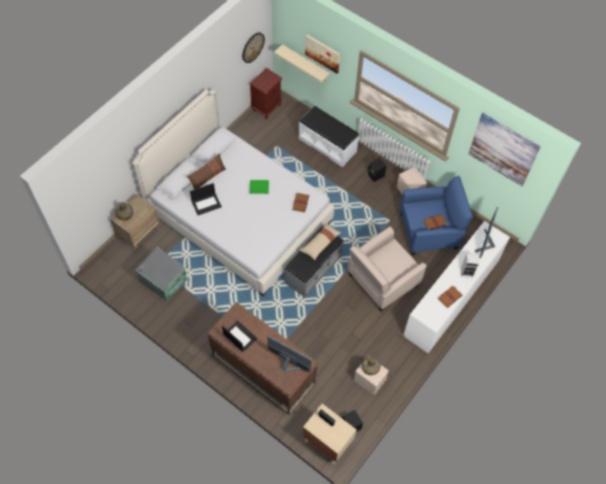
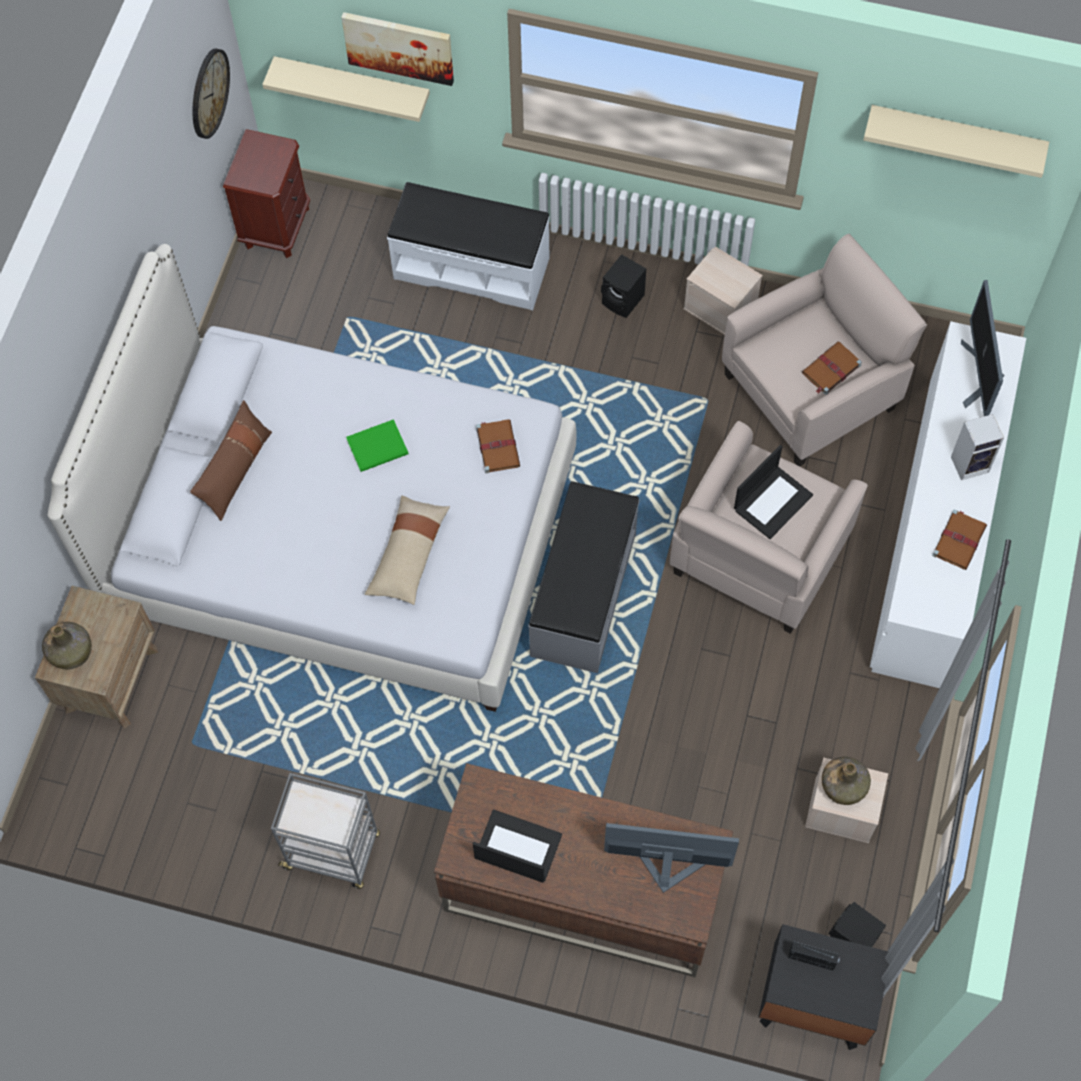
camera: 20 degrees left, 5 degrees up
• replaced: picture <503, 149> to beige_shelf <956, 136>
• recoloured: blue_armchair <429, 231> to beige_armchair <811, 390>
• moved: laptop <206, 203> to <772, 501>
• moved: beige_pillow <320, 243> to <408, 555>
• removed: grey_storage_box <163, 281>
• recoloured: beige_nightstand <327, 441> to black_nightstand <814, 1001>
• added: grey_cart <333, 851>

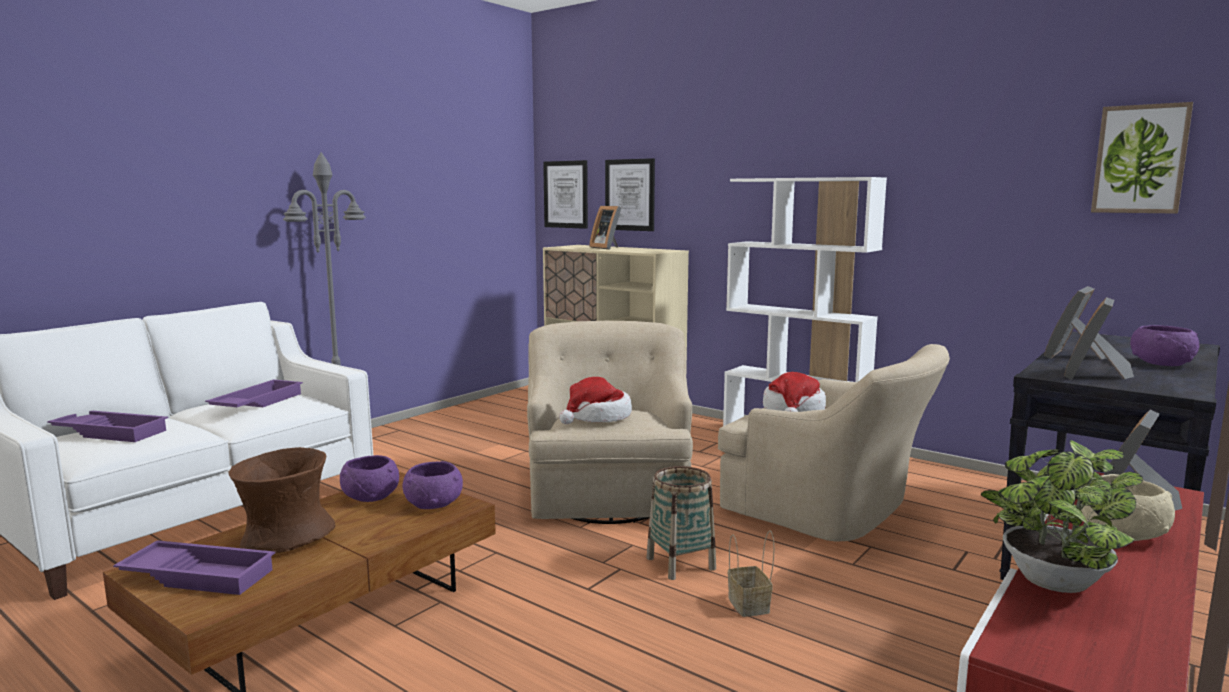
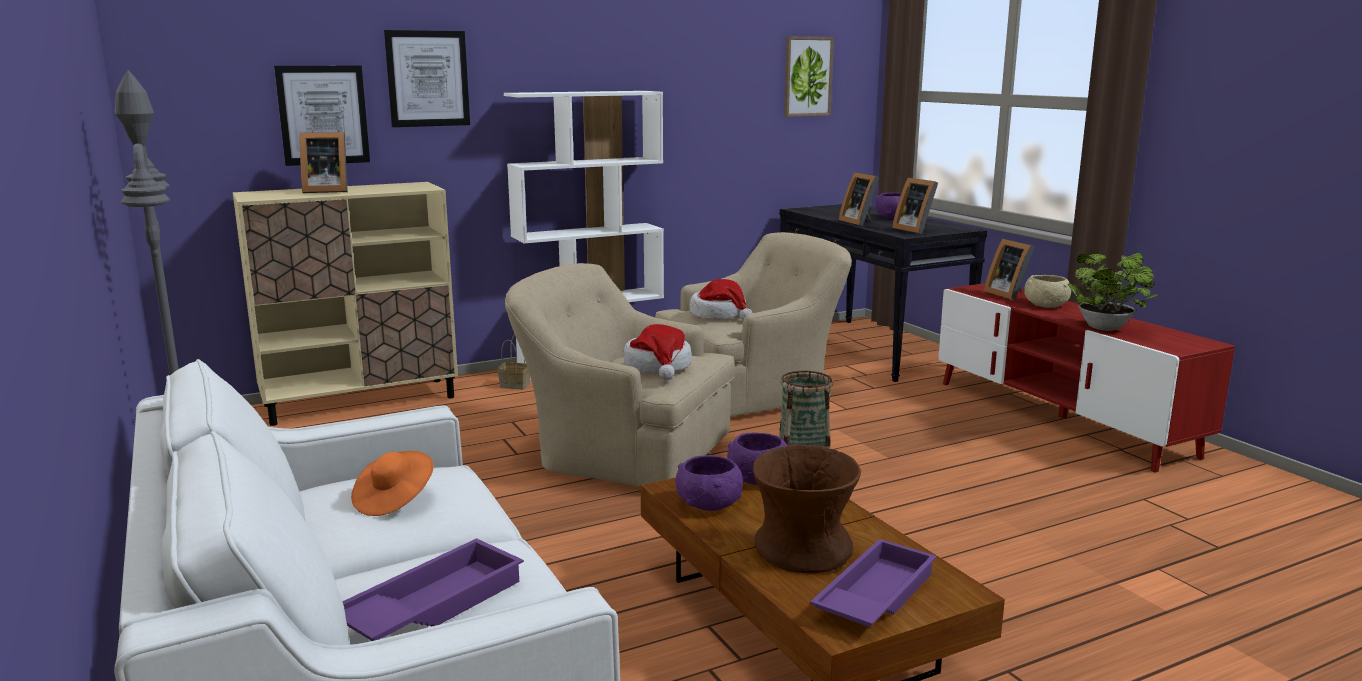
camera: 65 degrees left, 5 degrees up
• moved: picture <566, 194> to <427, 78>
• replaced: purple_tray <257, 402> to orange_hat <394, 500>
• moved: basket <750, 605> to <516, 385>

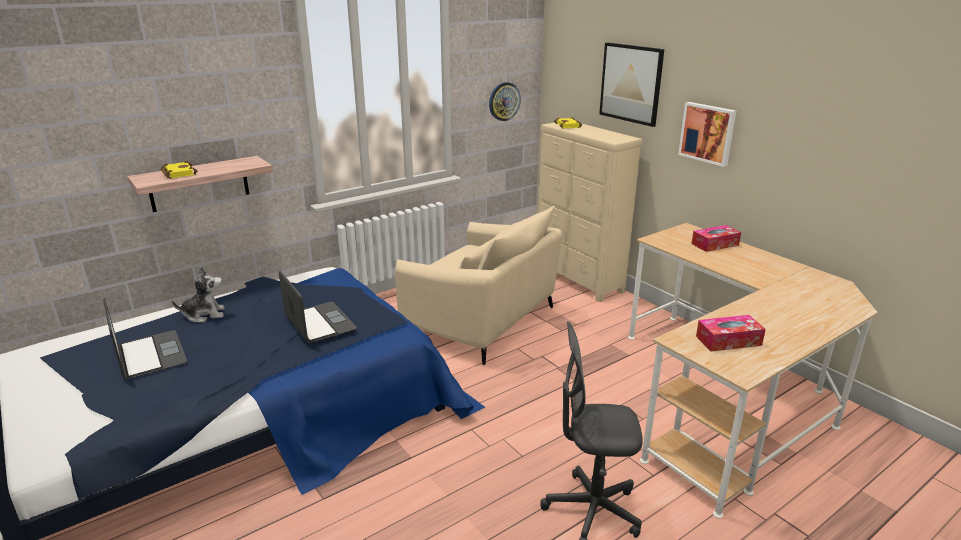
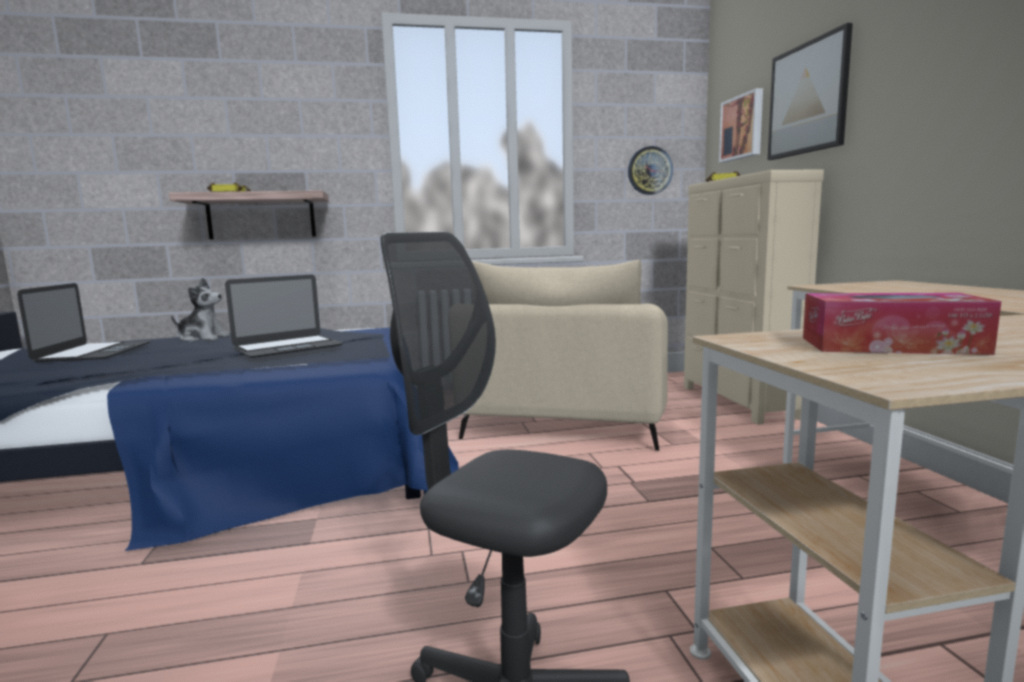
camera: 25 degrees right, 15 degrees down
• moved: picture <708, 133> to <743, 127>
• turned: beige_armchair <481, 321> = <564, 422> 45 degrees clockwise
• removed: tissue_box <715, 244>
• turned: laptop <319, 322> = <288, 347> 60 degrees clockwise

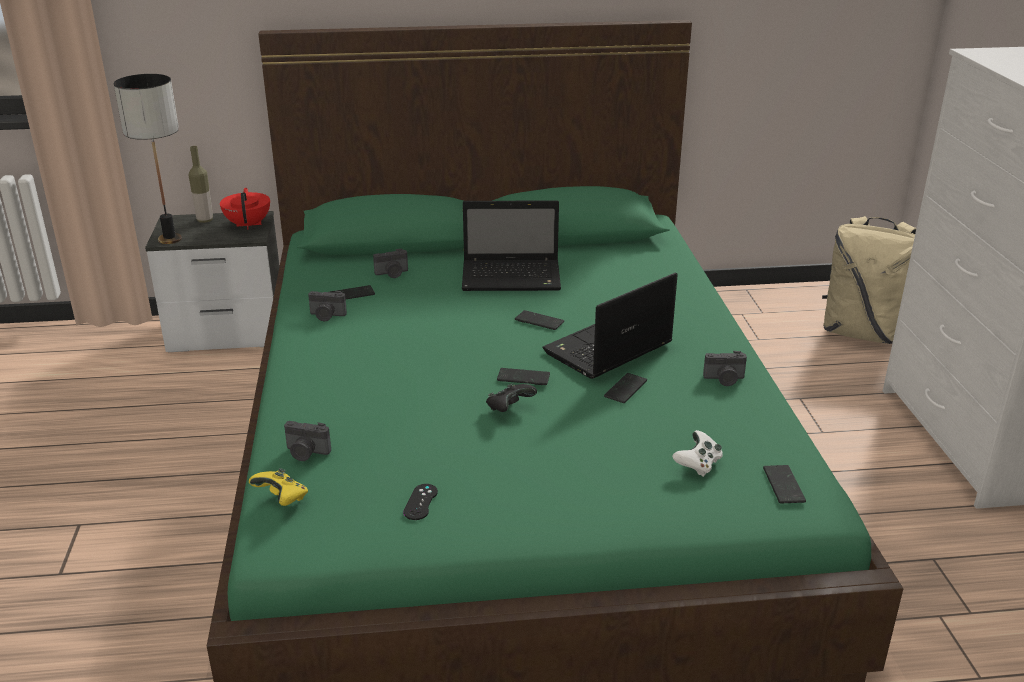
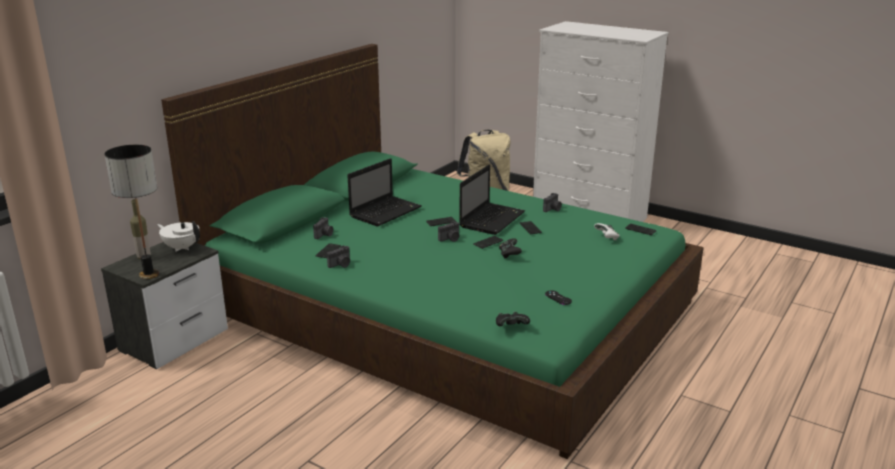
camera: 50 degrees left, 5 degrees down
• recoloured: red_teapot <248, 224> to white_teapot <181, 247>
• turned: laptop <606, 350> = <492, 219> 150 degrees counterclockwise
• moved: photo_camera <306, 453> to <450, 239>
• recoloured: yellow_game_controller <282, 499> to black_game_controller <511, 327>

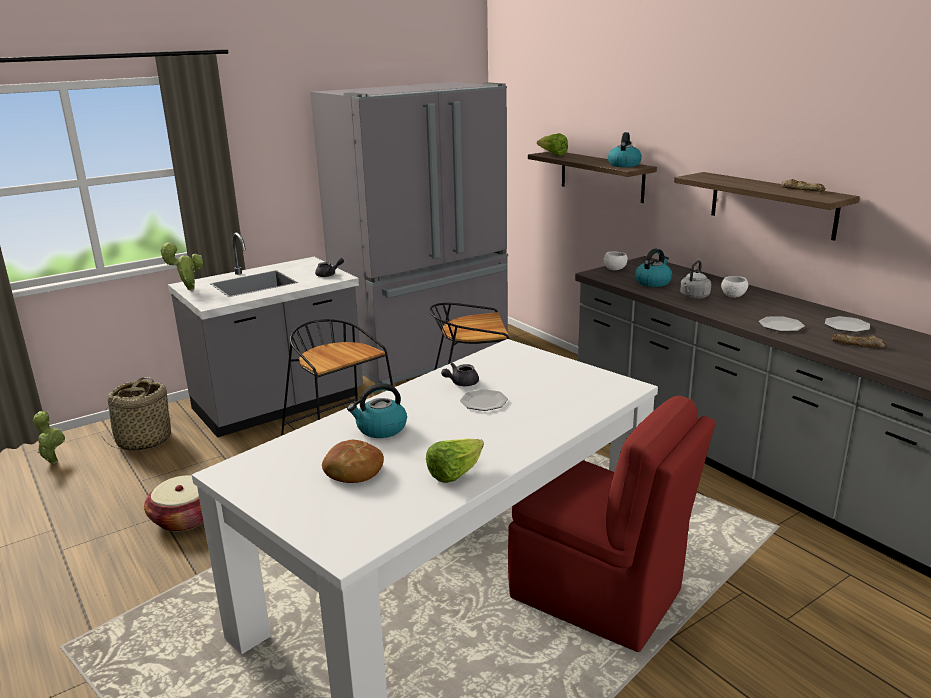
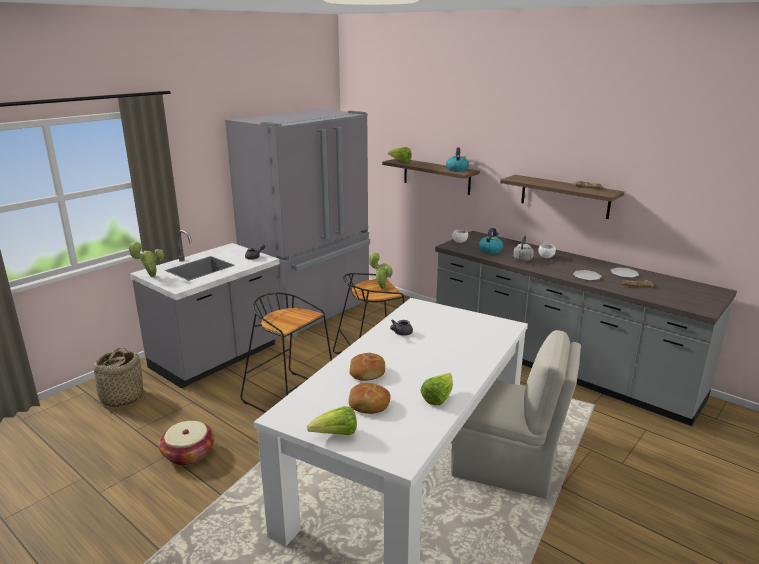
camera: 15 degrees left, 0 degrees up
• replaced: kettle <381, 429> to bread <367, 372>
• removed: plate <483, 402>
• recoloured: red_chair <599, 596> to beige_chair <507, 466>
• moved: potted_plant <53, 461> to <381, 288>
• added: lettuce <336, 435>

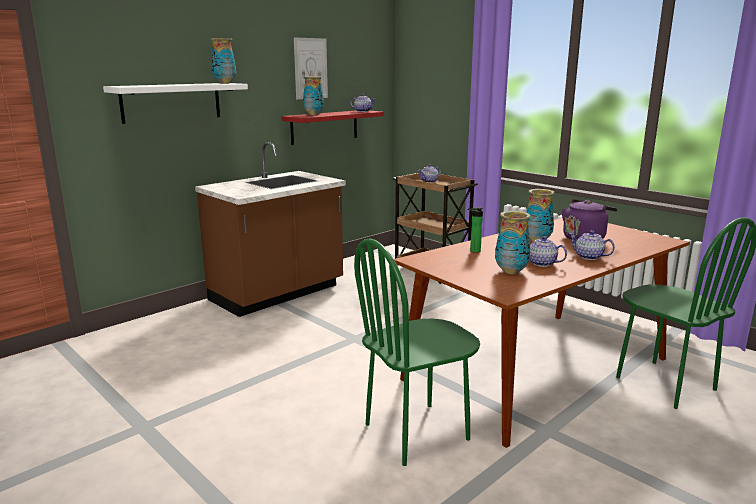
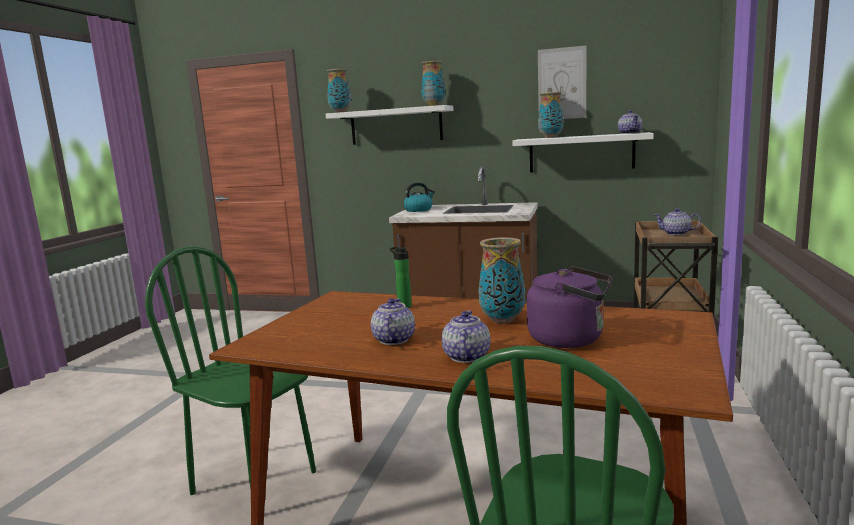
camera: 60 degrees right, 5 degrees down
• recoloured: red_shelf <324, 127> to white_shelf <581, 153>
• moved: vase <511, 271> to <340, 112>
• added: kettle <419, 210>

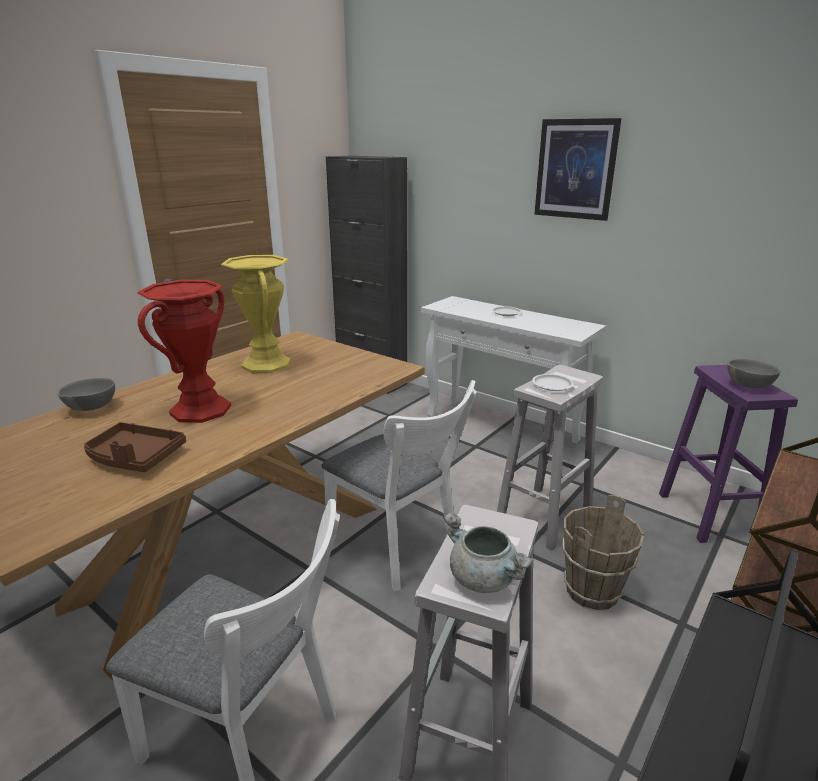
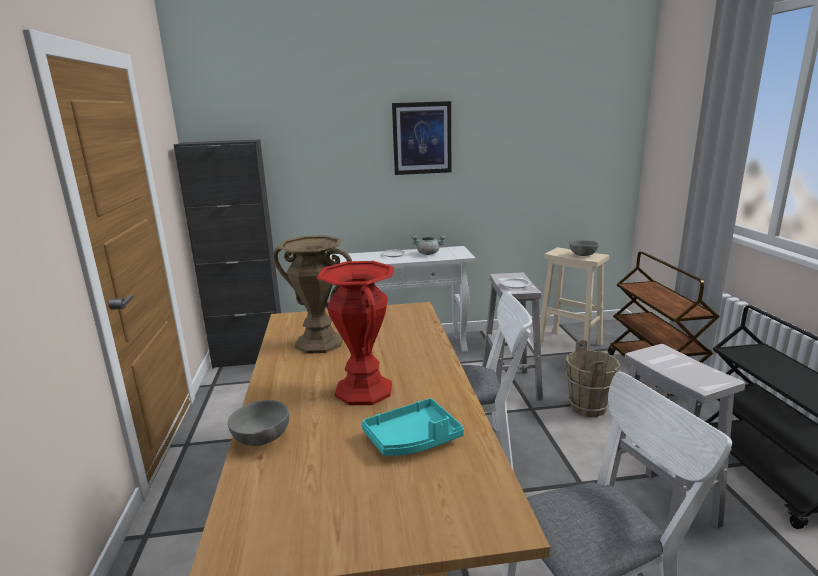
camera: 45 degrees left, 5 degrees down
• recoloured: yellow_vase <266, 364> to brown_vase <319, 343>
• recoloured: purple_stool <709, 516> to beige_stool <570, 345>
• recoloured: brown_tray <135, 457> to turquoise_tray <413, 439>
• moved: grey_cooking_pot <484, 579> to <428, 253>

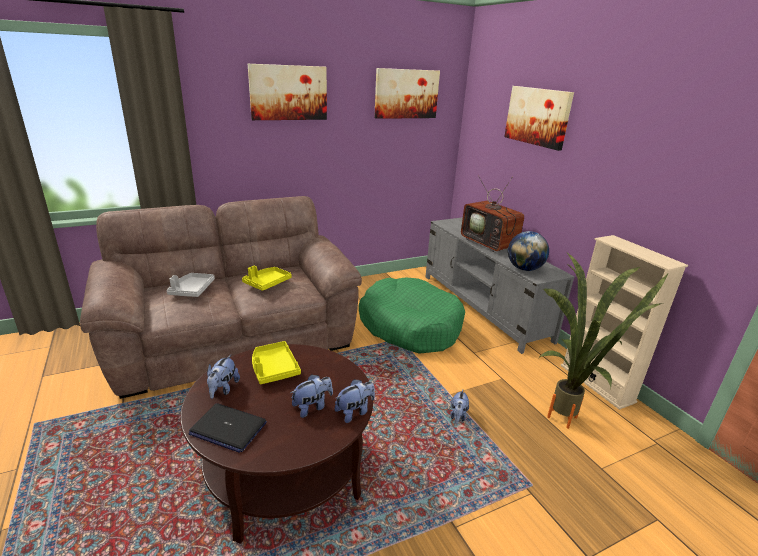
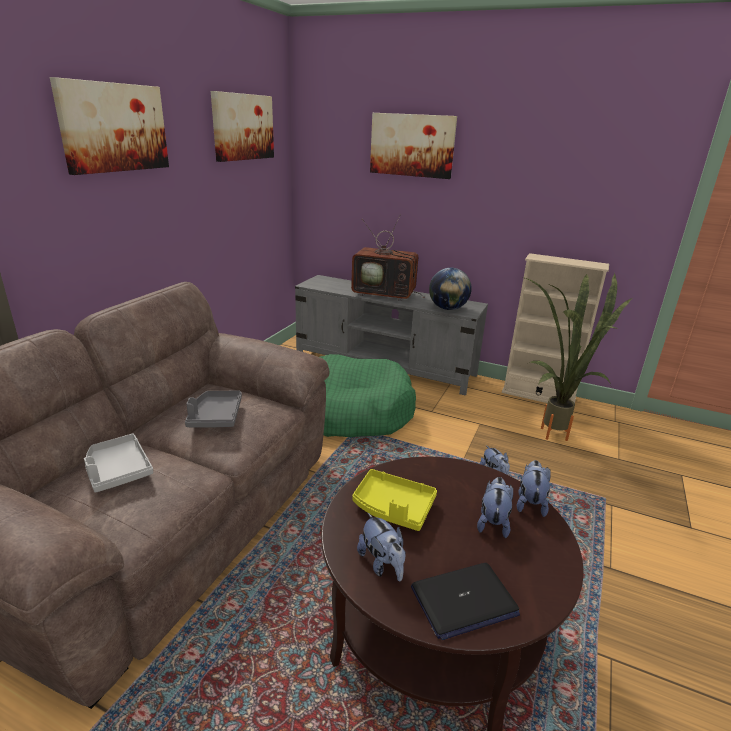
camera: 40 degrees left, 0 degrees up
• recoloured: yellow_tray <267, 283> to grey_tray <215, 416>

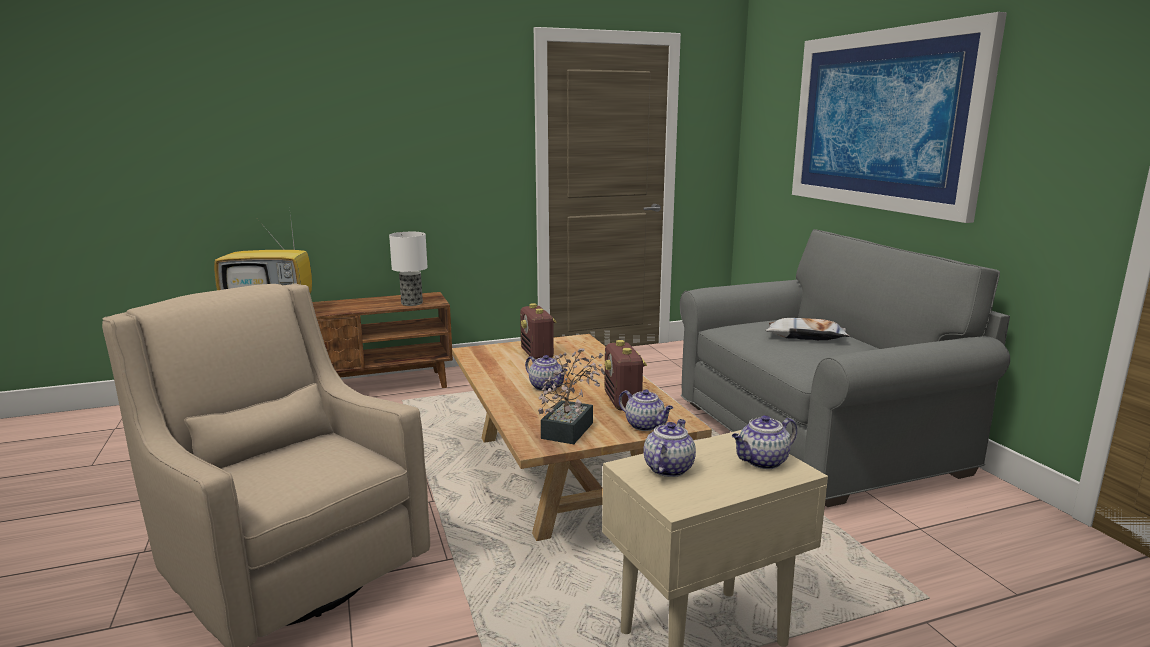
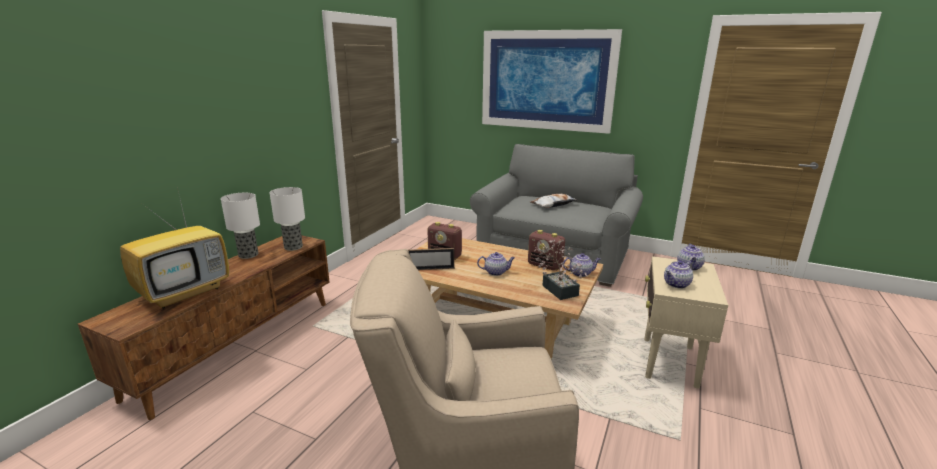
camera: 45 degrees left, 5 degrees up
• turned: teapot <668, 468> = <676, 284> 105 degrees counterclockwise
• added: table_lamp <248, 255>
• added: picture_frame <430, 269>

